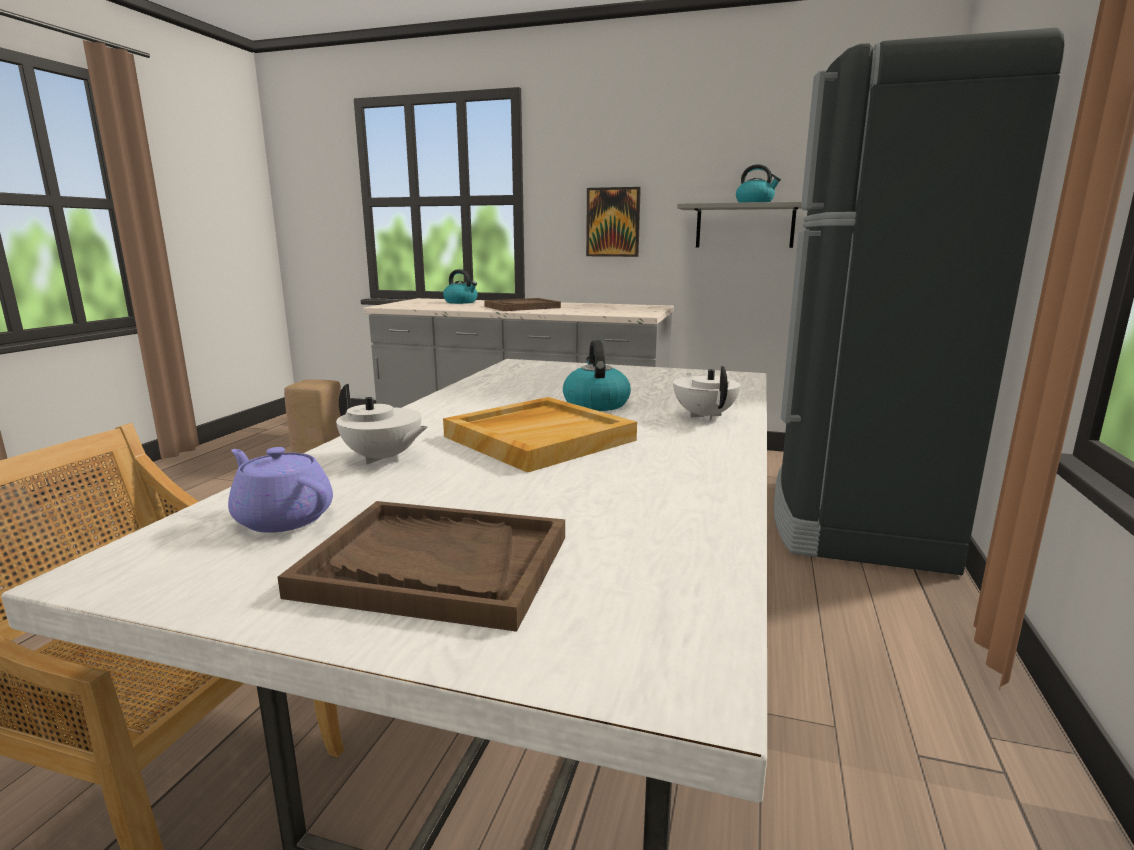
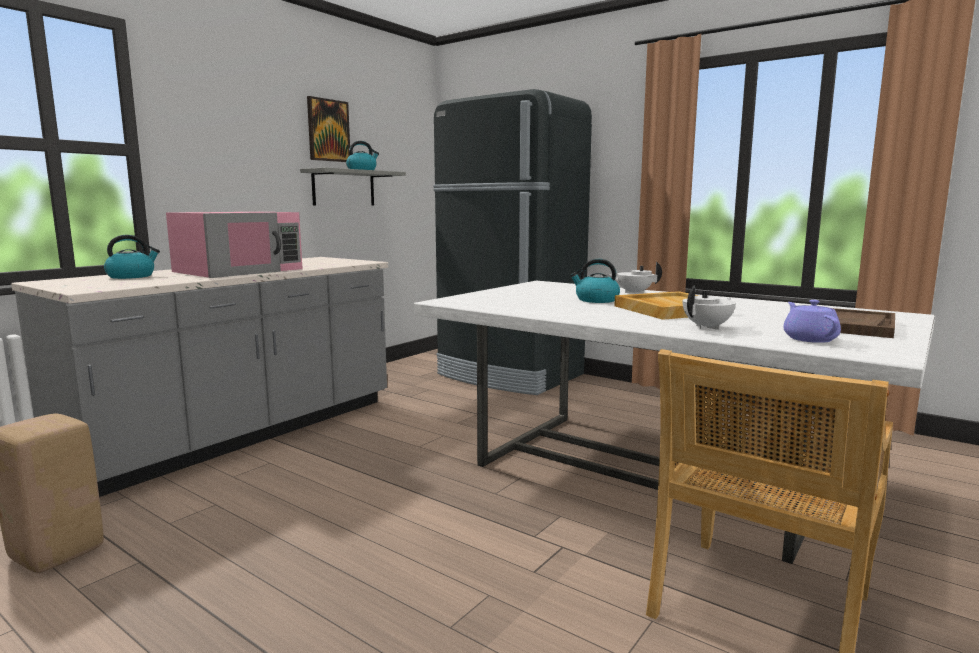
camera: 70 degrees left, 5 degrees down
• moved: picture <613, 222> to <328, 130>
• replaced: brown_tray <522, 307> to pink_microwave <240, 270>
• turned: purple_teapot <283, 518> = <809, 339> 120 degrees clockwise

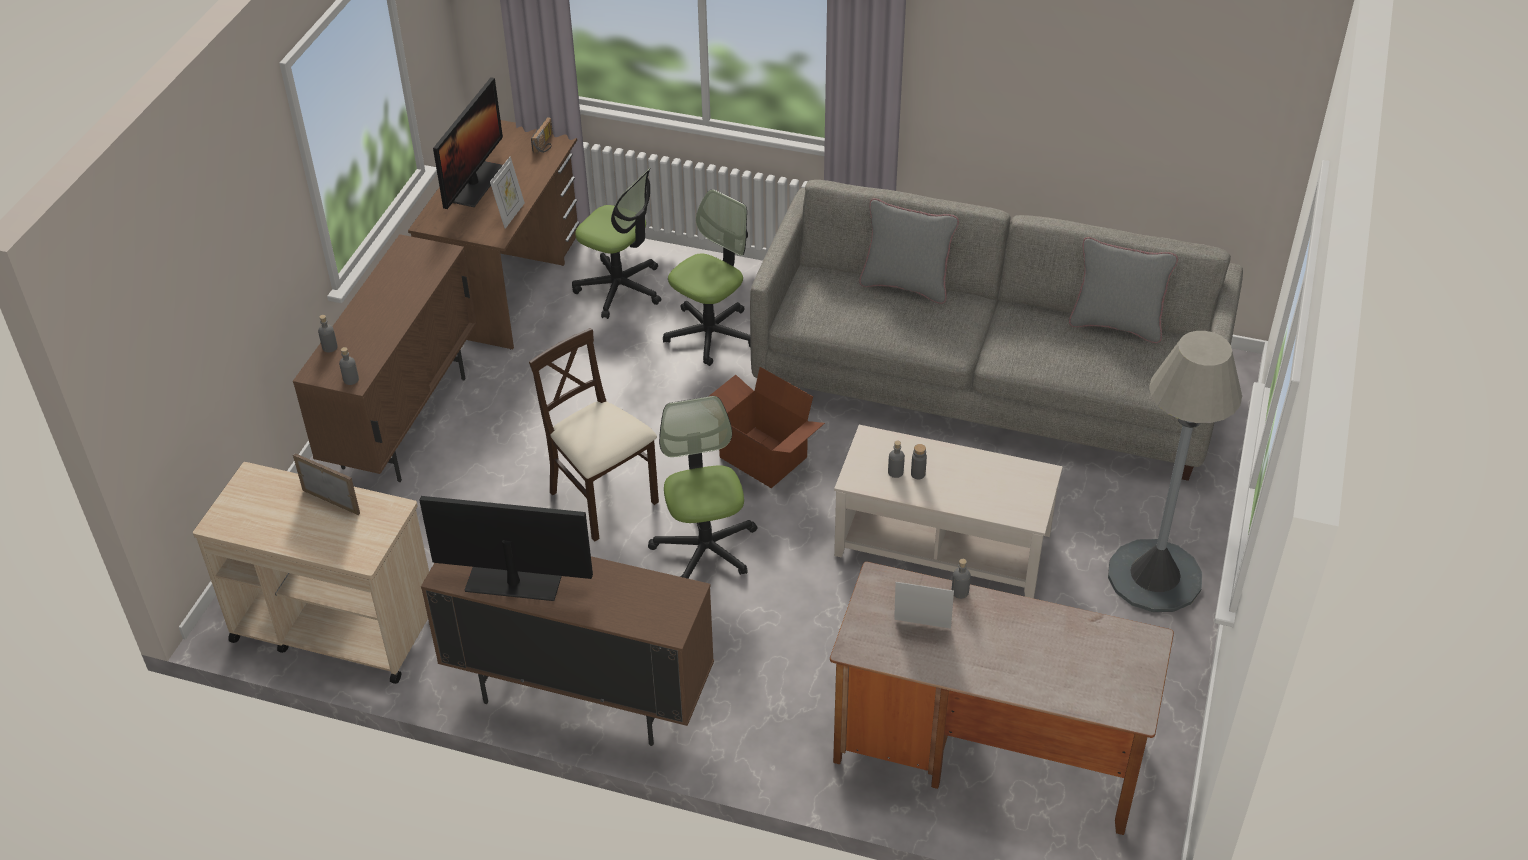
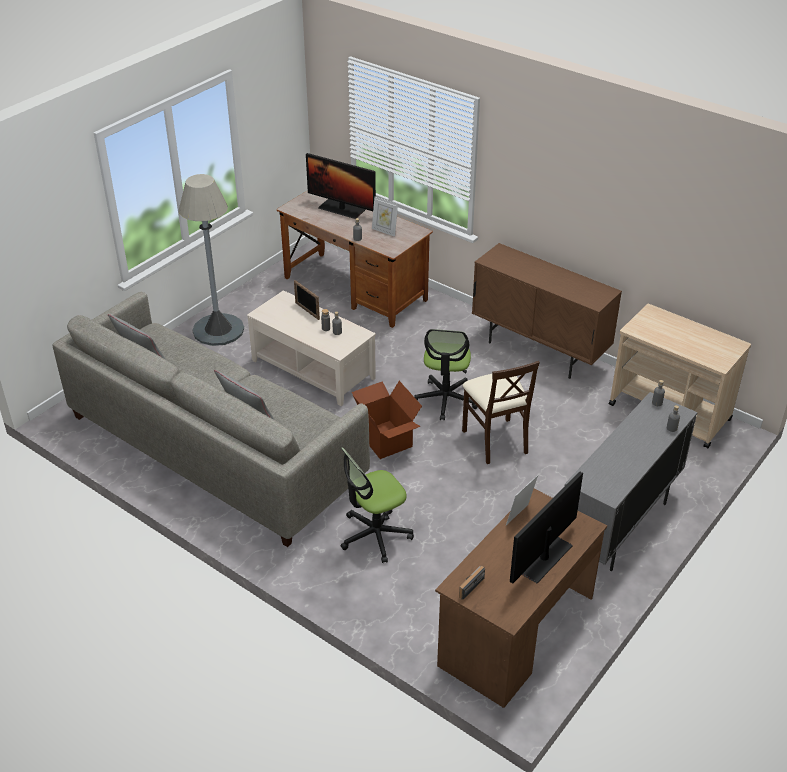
camera: 160 degrees left, 5 degrees down
• removed: office_chair <620, 288>
• recoloured: brown_cabinet <405, 422> to grey_cabinet <618, 526>
• moved: picture_frame <331, 501> to <307, 311>
• moved: monitor <514, 580> to <341, 209>

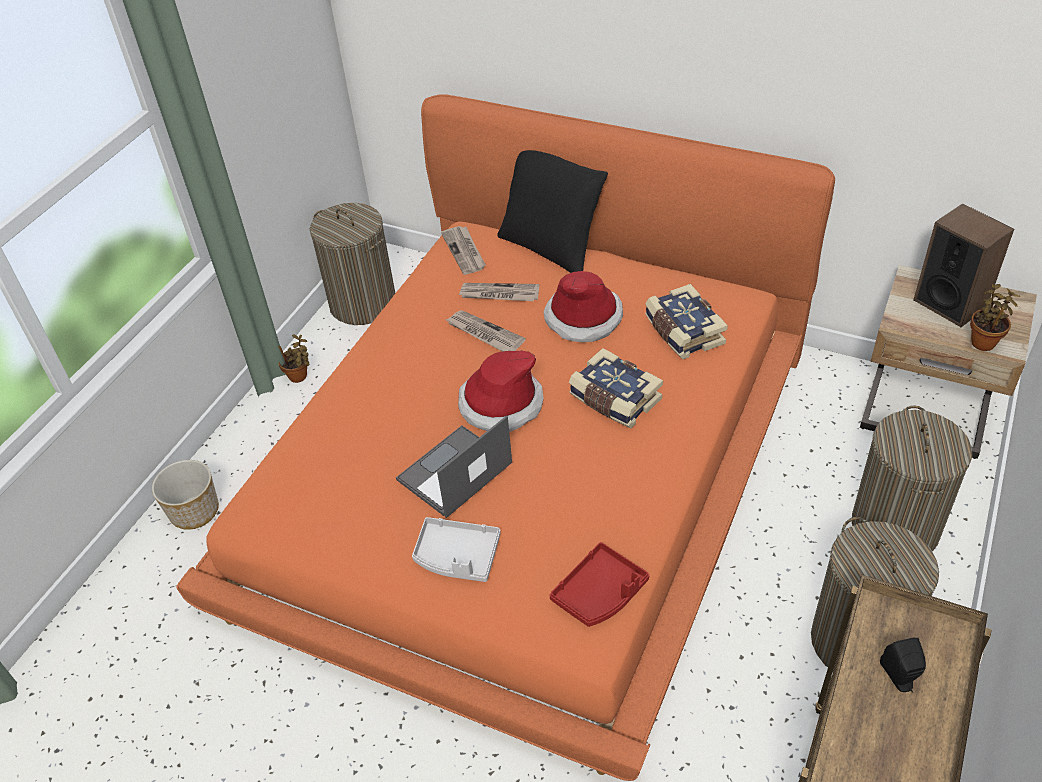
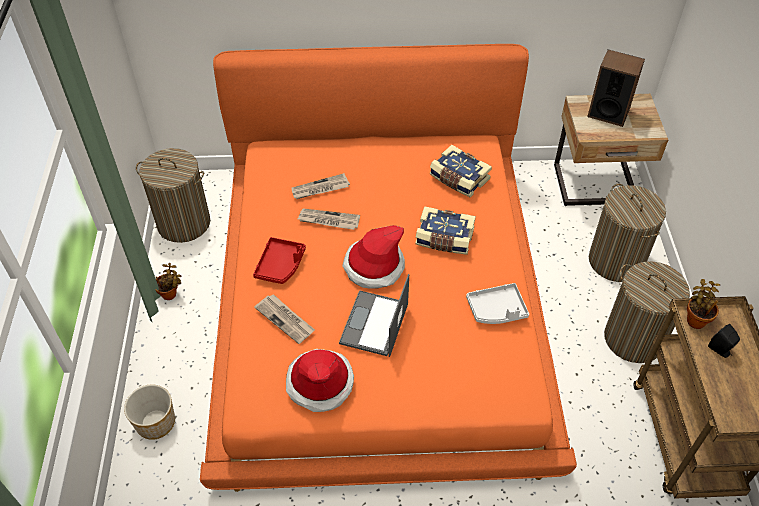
camera: 30 degrees left, 5 degrees up
• removed: black_pillow <551, 248>
• moved: newspaper <464, 251> to <285, 319>
• moved: hat <583, 318> to <320, 383>
• moved: potted_plant <984, 341> to <695, 319>
• moved: grey_tray <457, 556> to <497, 310>
• moved: red_tray <600, 593> to <280, 265>

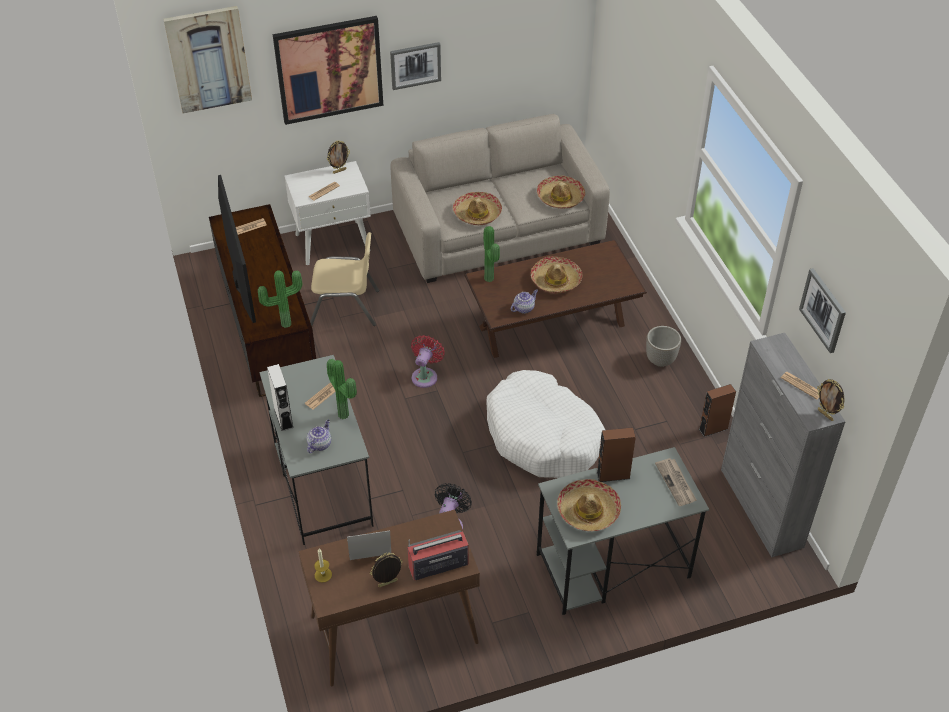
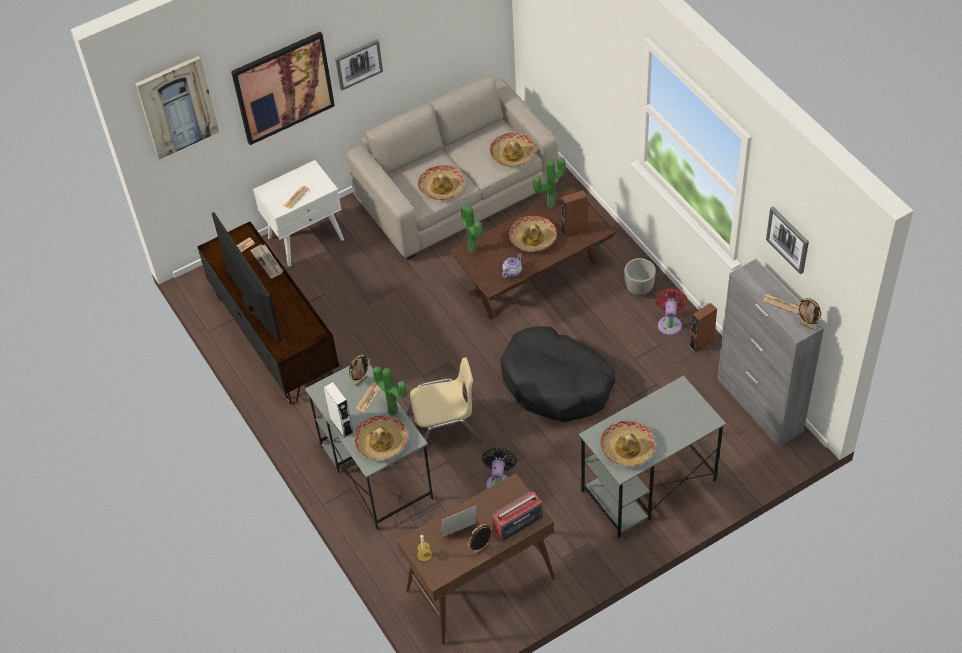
camera: 10 degrees left, 5 degrees up
• moved: picture_frame <339, 171> to <361, 381>
• moved: beige_chair <345, 308> to <444, 428>
• moved: potted_plant <285, 323> to <550, 203>
• moved: red_fan <425, 375> to <669, 323>
• recoloured: white_dog_bed <544, 436> to black_dog_bed <556, 383>
• replaced: teapot <319, 444> to hat <381, 442>
• moved: brown_speaker <613, 475> to <574, 230>
• moved: newspaper <676, 483> to <268, 262>

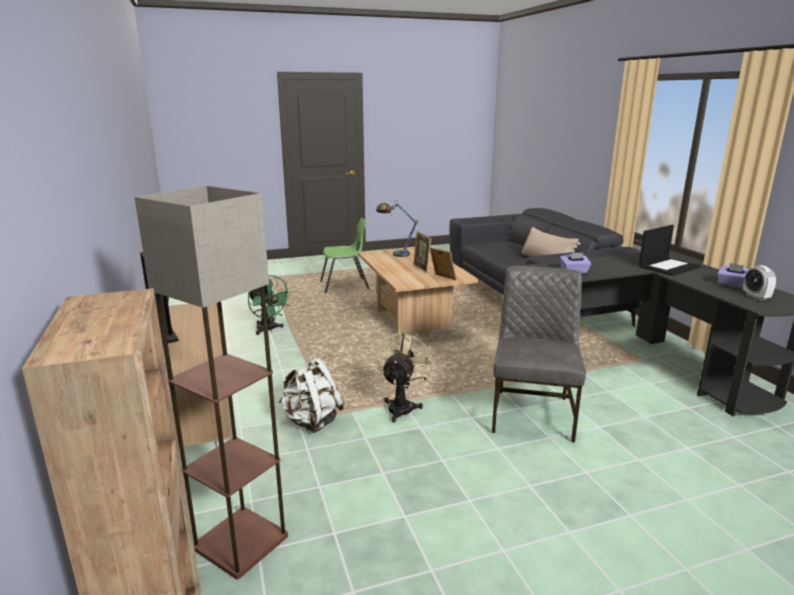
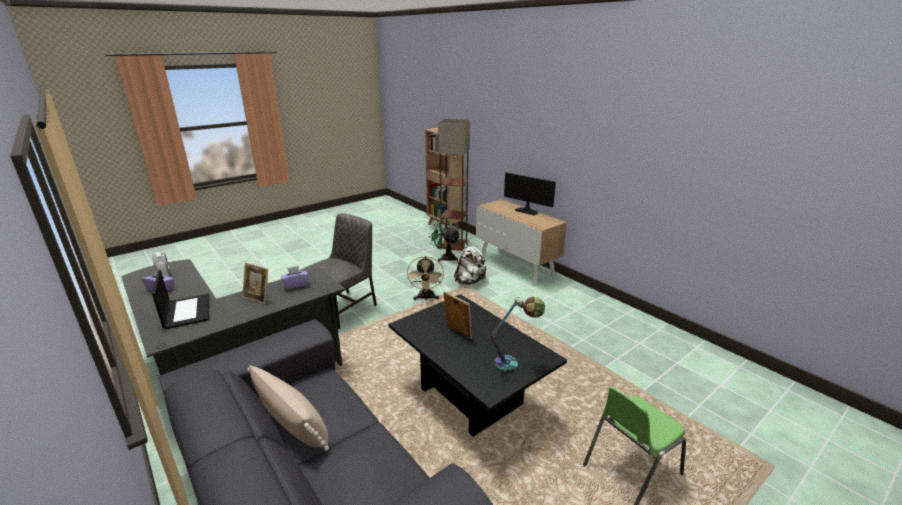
camera: 160 degrees right, 5 degrees up
• turned: laptop <669, 266> = <186, 311> 120 degrees clockwise
• recoloured: beige_coffee_table <413, 319> to black_coffee_table <471, 396>
• moved: picture_frame <442, 278> to <258, 298>
• turned: grey_chair <532, 413> = <344, 308> 135 degrees counterclockwise
• moved: green_fan <269, 330> to <445, 257>

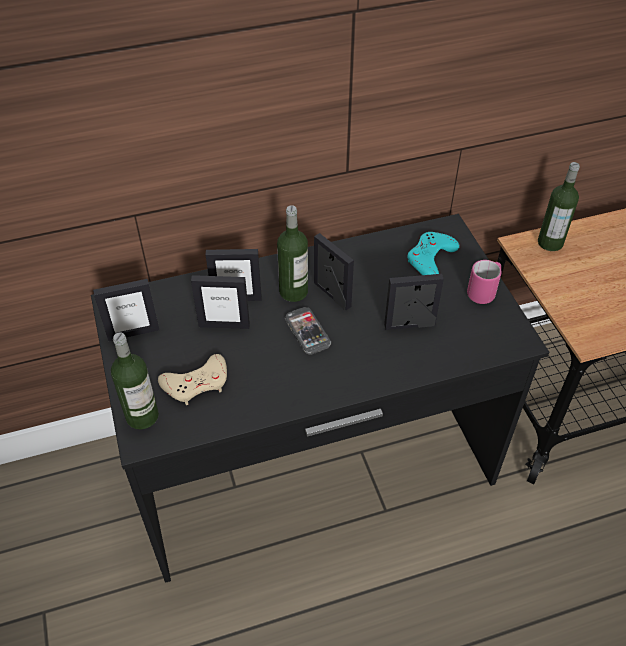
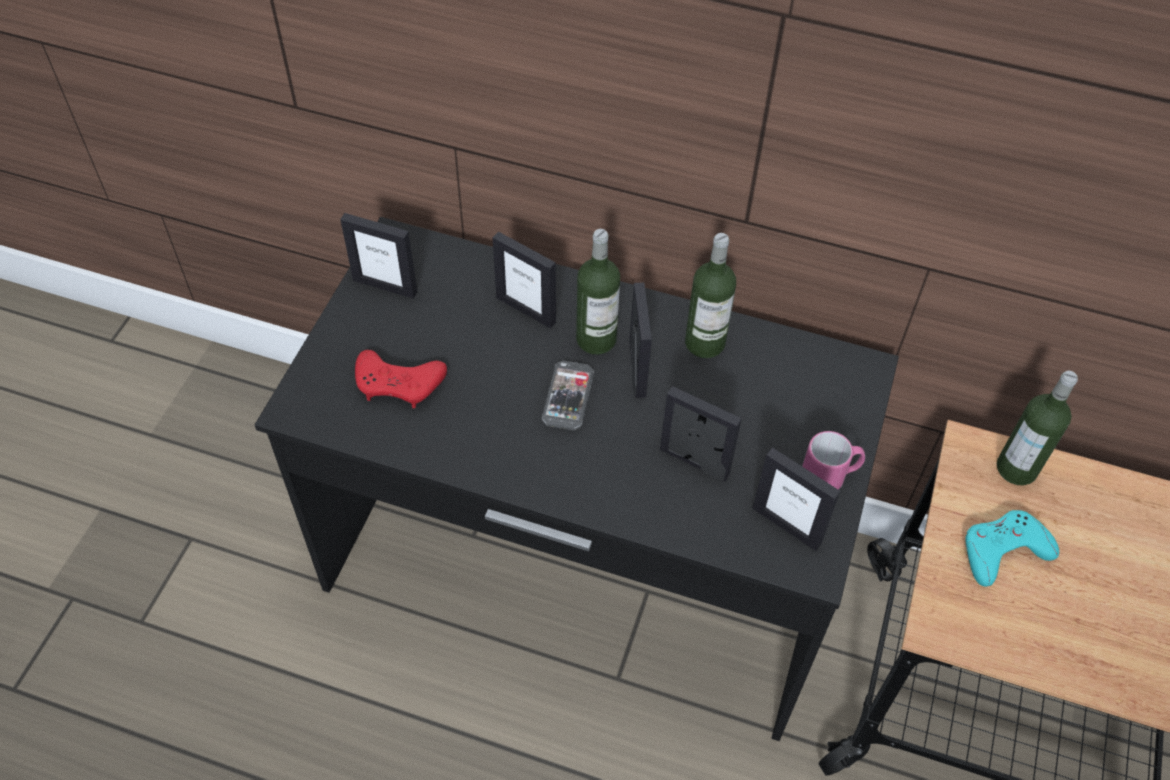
camera: 35 degrees right, 5 degrees up
• moved: turquoise_game_controller <430, 259> to <1003, 551>
• moved: picture_frame <224, 325> to <787, 525>
• moved: bottle <142, 416> to <704, 343>
• recoloured: beige_game_controller <197, 383> to red_game_controller <399, 383>

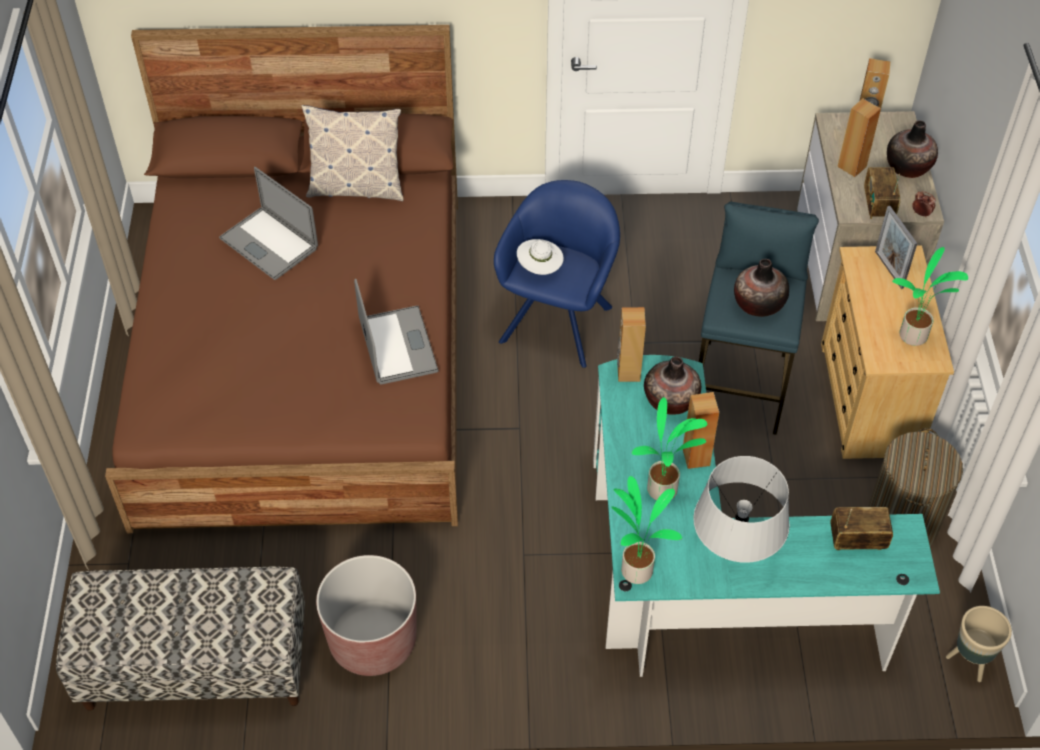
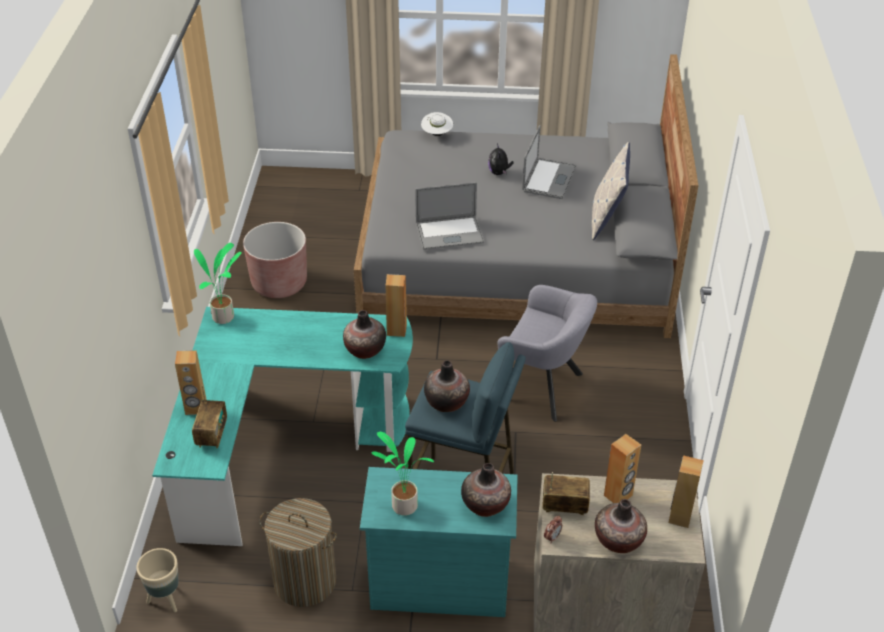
camera: 95 degrees right, 10 degrees down
• recoloured: brown_bed <307, 353> to grey_bed <516, 258>
• turned: laptop <269, 243> = <549, 179> 150 degrees clockwise
• recoloured: blue_armchair <559, 319> to grey_armchair <543, 388>
• replaced: picture_frame <889, 269> to vase <485, 504>
• moved: white_hat <540, 268> to <437, 134>
• recoloured: beige_dresser <868, 399> to turquoise_dresser <439, 583>
• moved: brown_speaker <696, 457> to <196, 408>
• removed: potted_plant <663, 491>
• removed: grey_table_lamp <734, 554>
• removed: bench <196, 667>
• added: plush_toy <499, 173>

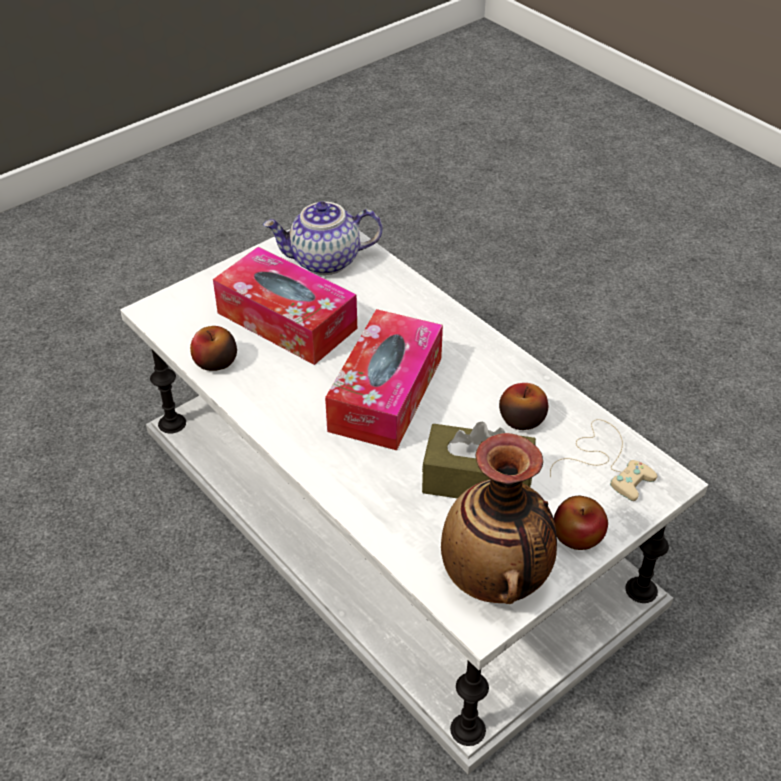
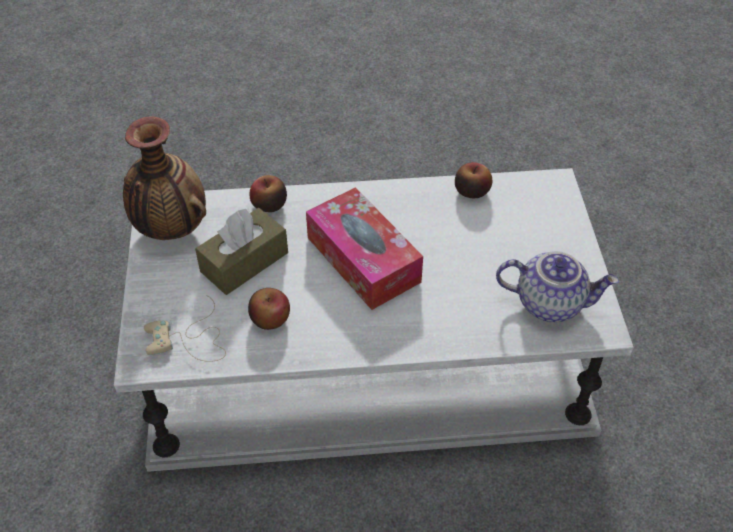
camera: 125 degrees right, 5 degrees up
• turned: teapot <324, 262> = <550, 302> 75 degrees clockwise
• removed: tissue_box <287, 320>
• moved: apple <578, 536> to <269, 204>

